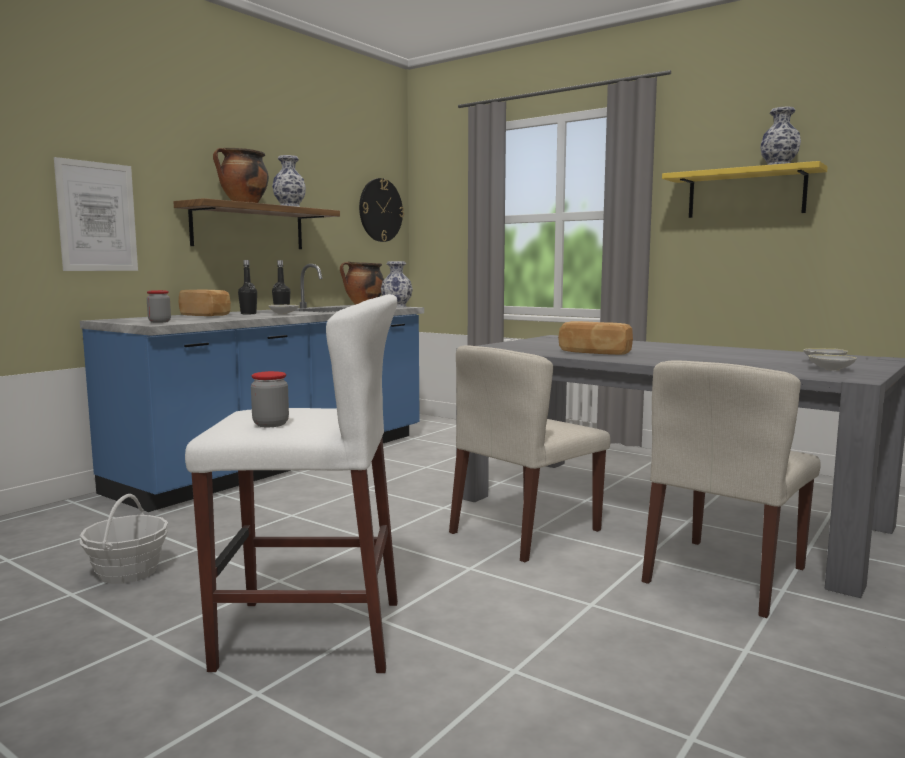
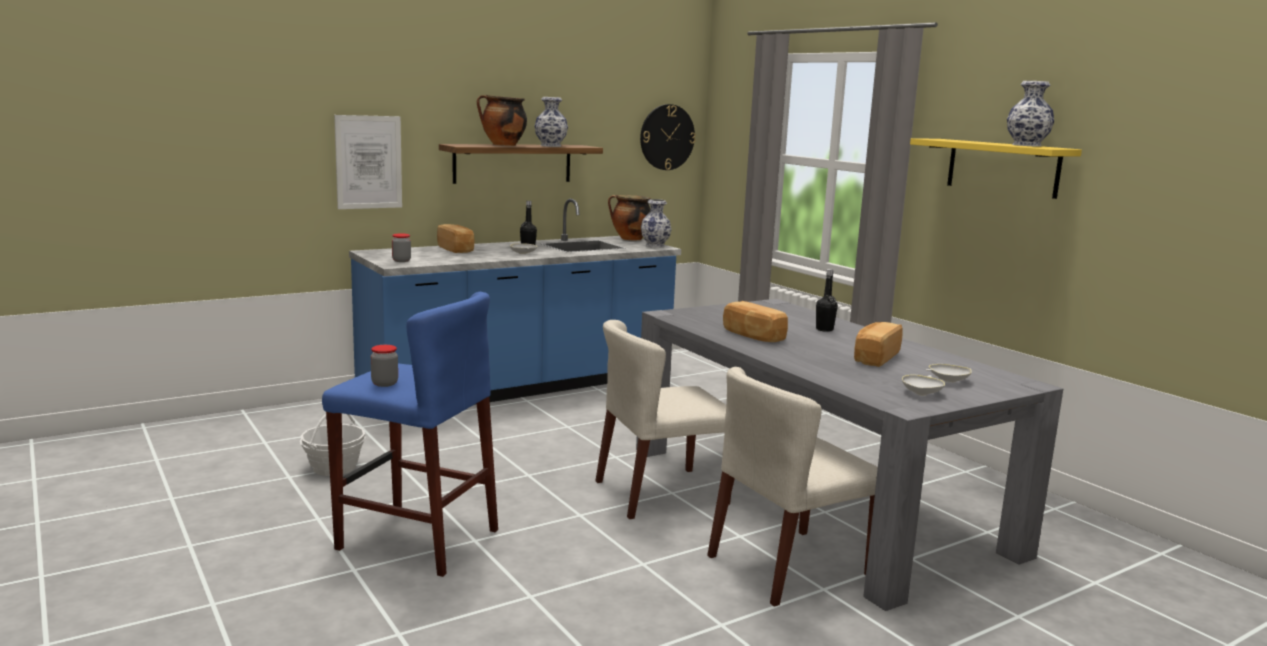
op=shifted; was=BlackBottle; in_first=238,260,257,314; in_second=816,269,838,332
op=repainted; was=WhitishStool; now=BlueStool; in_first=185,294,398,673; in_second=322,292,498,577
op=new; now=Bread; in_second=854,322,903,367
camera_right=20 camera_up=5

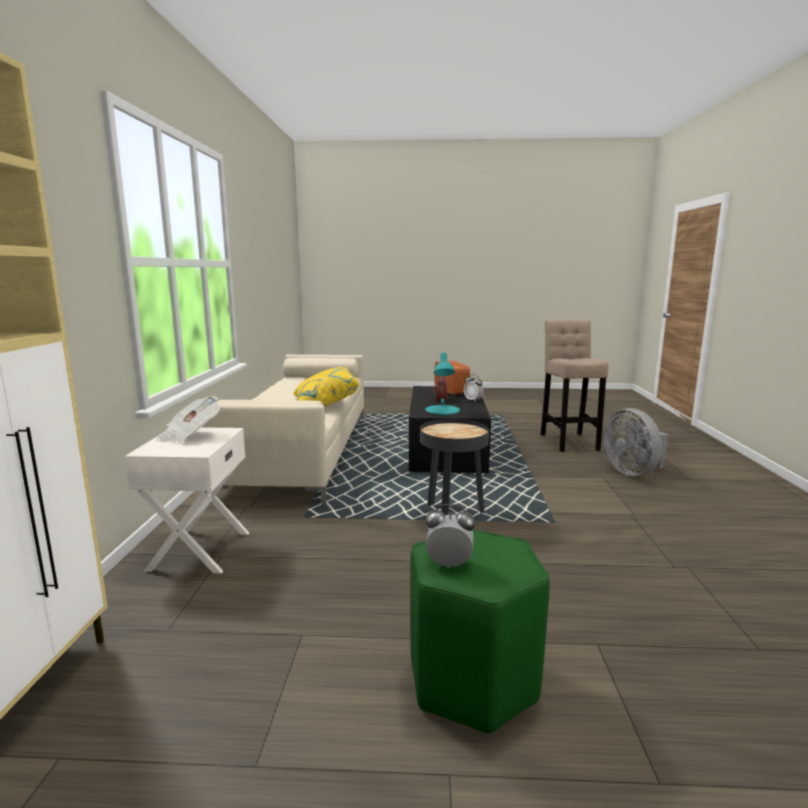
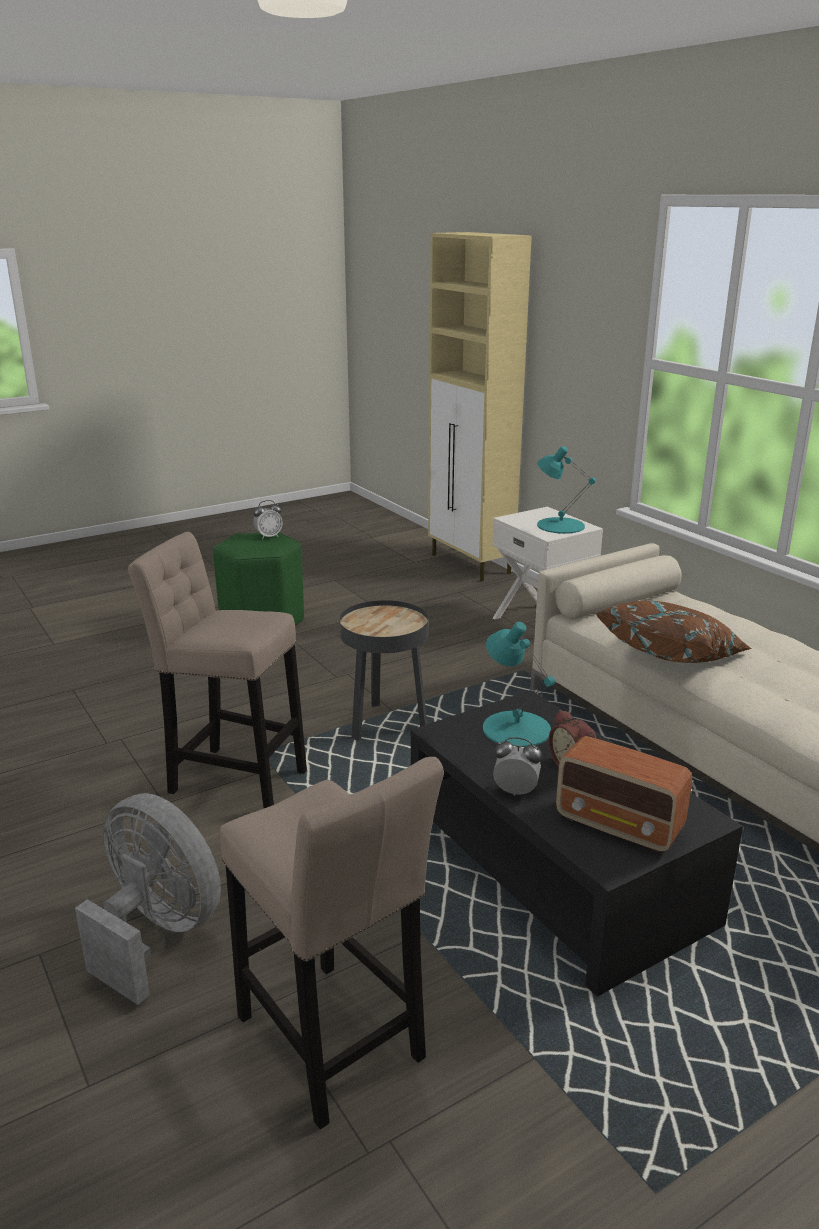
op=repainted; was=YellowColouredCushion; now=BrownColouredCushion; in_first=293,367,359,406; in_second=596,601,752,663
op=swapped; was=PrintedPaper; now=TurquoiseLampForATable; in_first=156,396,220,442; in_second=537,446,596,534
op=new; now=SandColouredStool; in_second=128,531,307,808
camera_right=145 camera_up=10

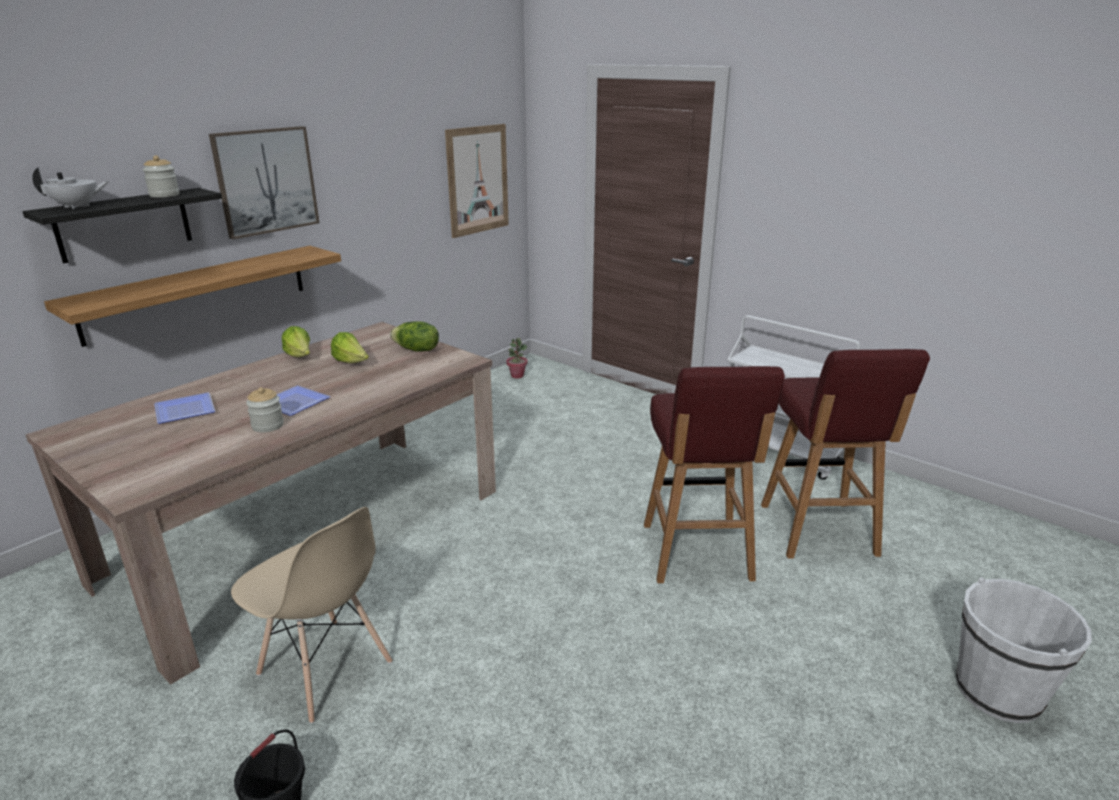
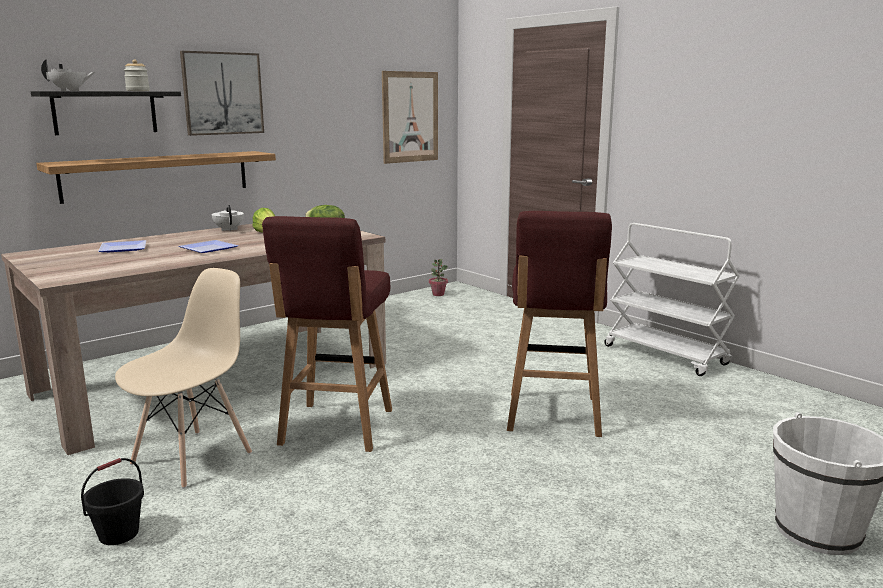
op=swapped; was=LettuceHead; now=WhitishTeaPot; in_first=282,326,310,357; in_second=212,205,244,231
op=shifted; was=RedStool; in_first=761,349,930,559; in_second=262,216,392,452
op=gone; was=StorageJar; in_first=246,387,284,432
op=rotated; was=SandColouredChair; in_first=231,507,393,724; in_second=115,268,252,489; clockwise=-105
camera_right=10 camera_up=-10

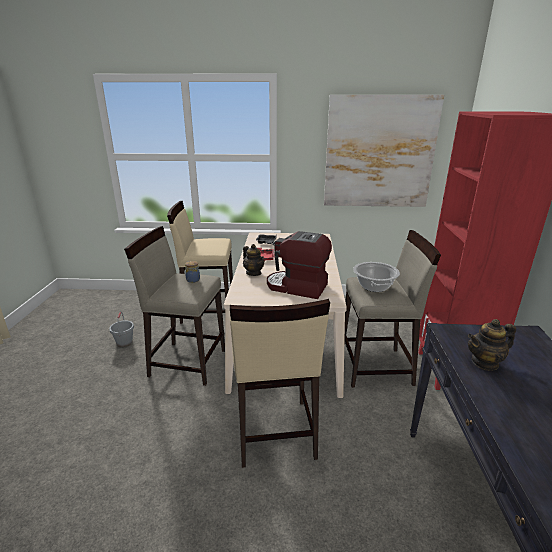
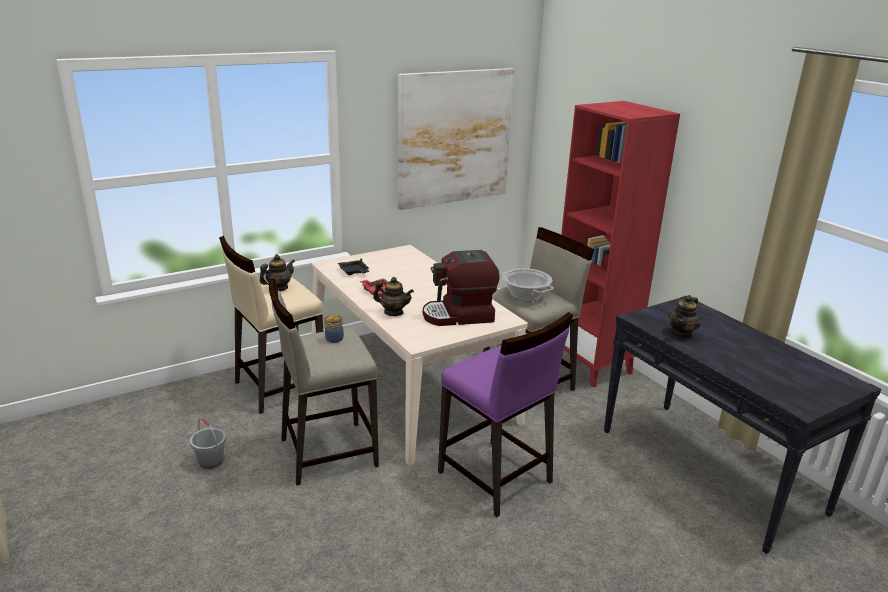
op=repainted; was=SandColouredStool; now=PurplishStool; in_first=230,299,330,468; in_second=438,312,573,517
op=new; now=TeaPot; in_second=259,254,295,291
camera_right=-35 camera_up=0

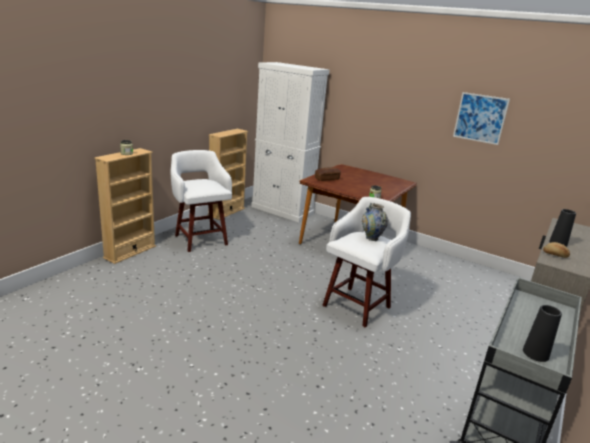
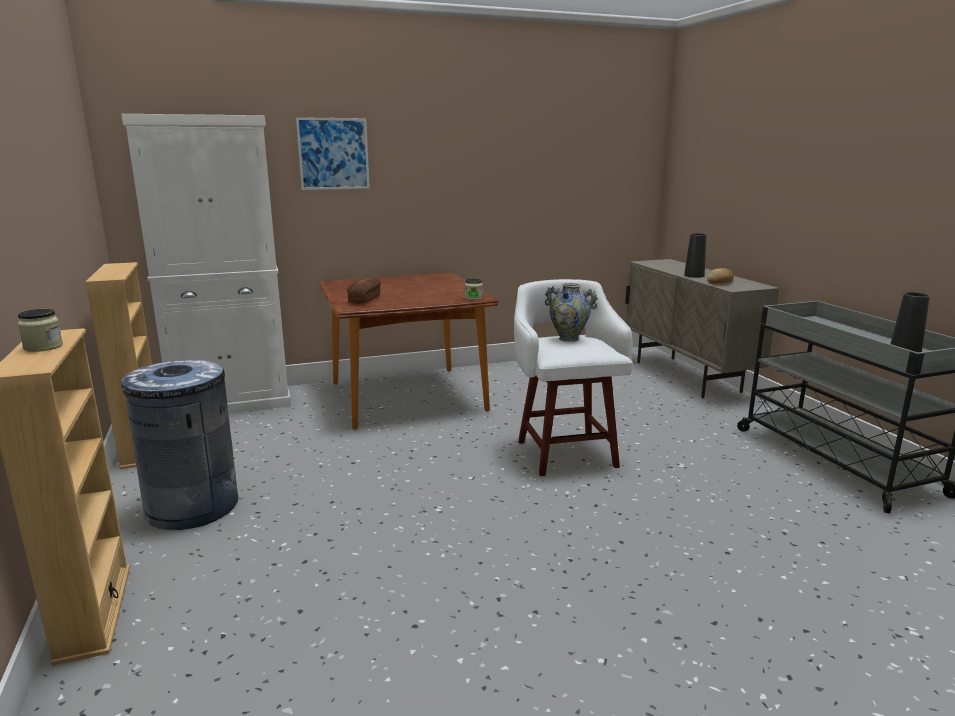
op=shifted; was=Picture; in_first=453,92,510,145; in_second=296,117,370,190
op=swapped; was=WhitishStool; now=GreyishWasteBin; in_first=170,150,232,252; in_second=121,360,238,530
camera_right=-50 camera_up=-5

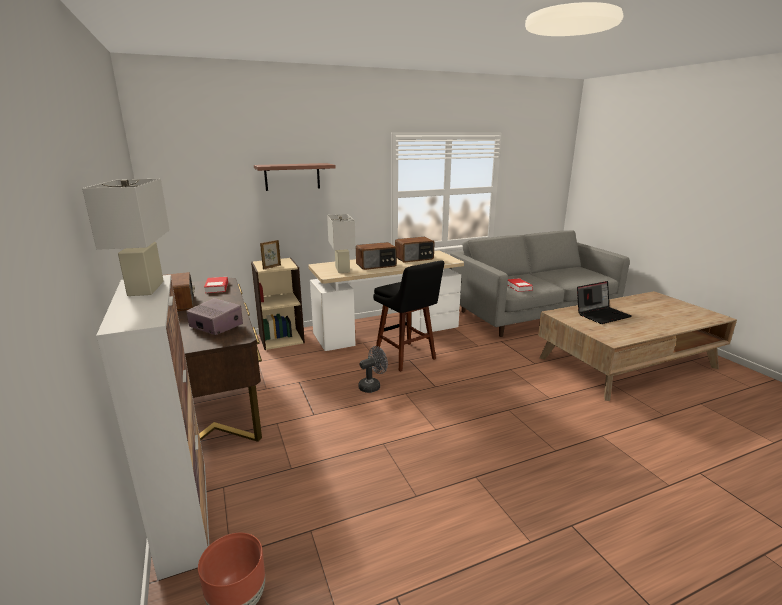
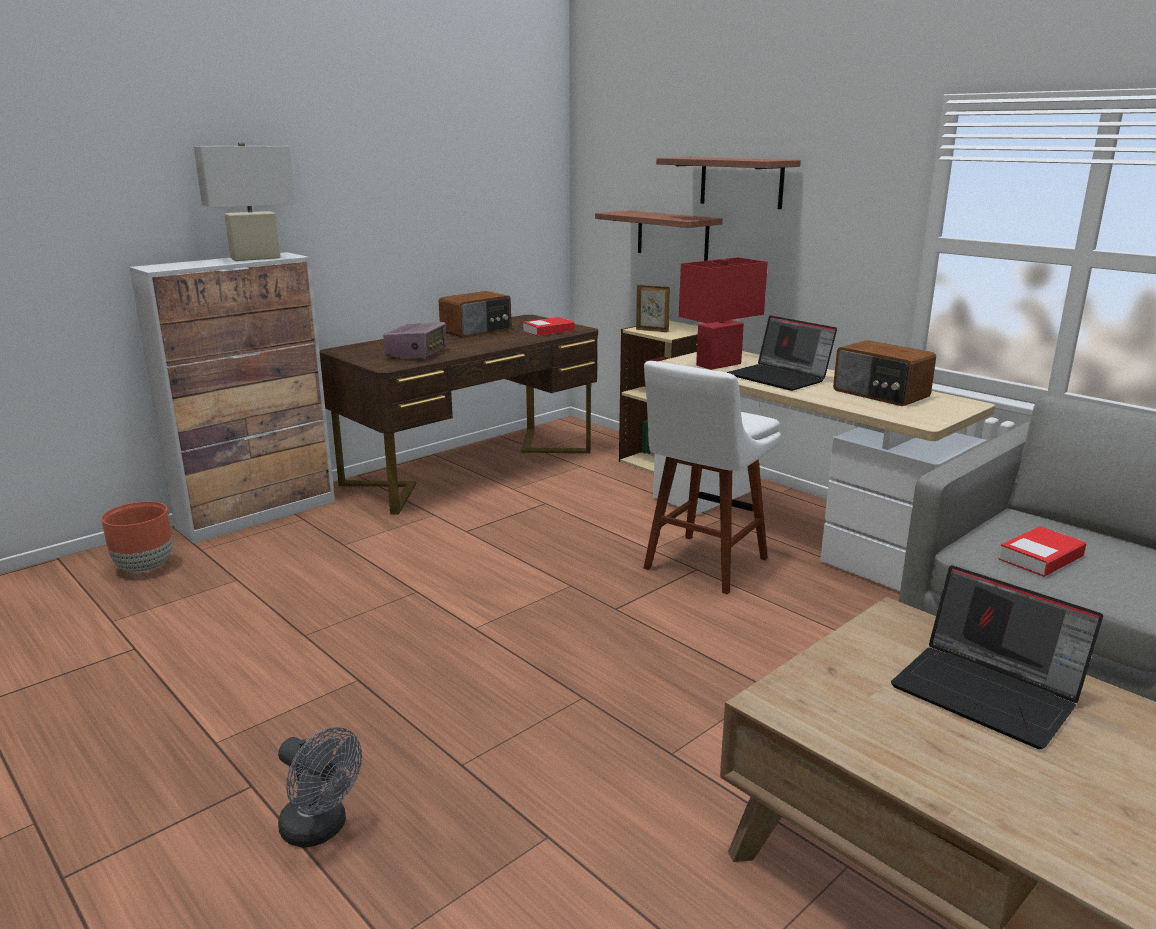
op=repainted; was=WhitishLampForATable; now=RedLampForATable; in_first=327,214,356,273; in_second=679,257,768,370
op=swapped; was=RadioReceiver; now=NotebookComputer; in_first=356,242,397,270; in_second=727,315,837,391
op=repainted; was=BlackStool; now=WhitishStool; in_first=373,261,444,372; in_second=643,361,781,595
op=shifted; was=GreyishElectricFan; in_first=358,346,388,393; in_second=278,727,362,848
op=new; now=BracketShelf; in_second=595,210,723,261
camera_right=70 camera_up=0

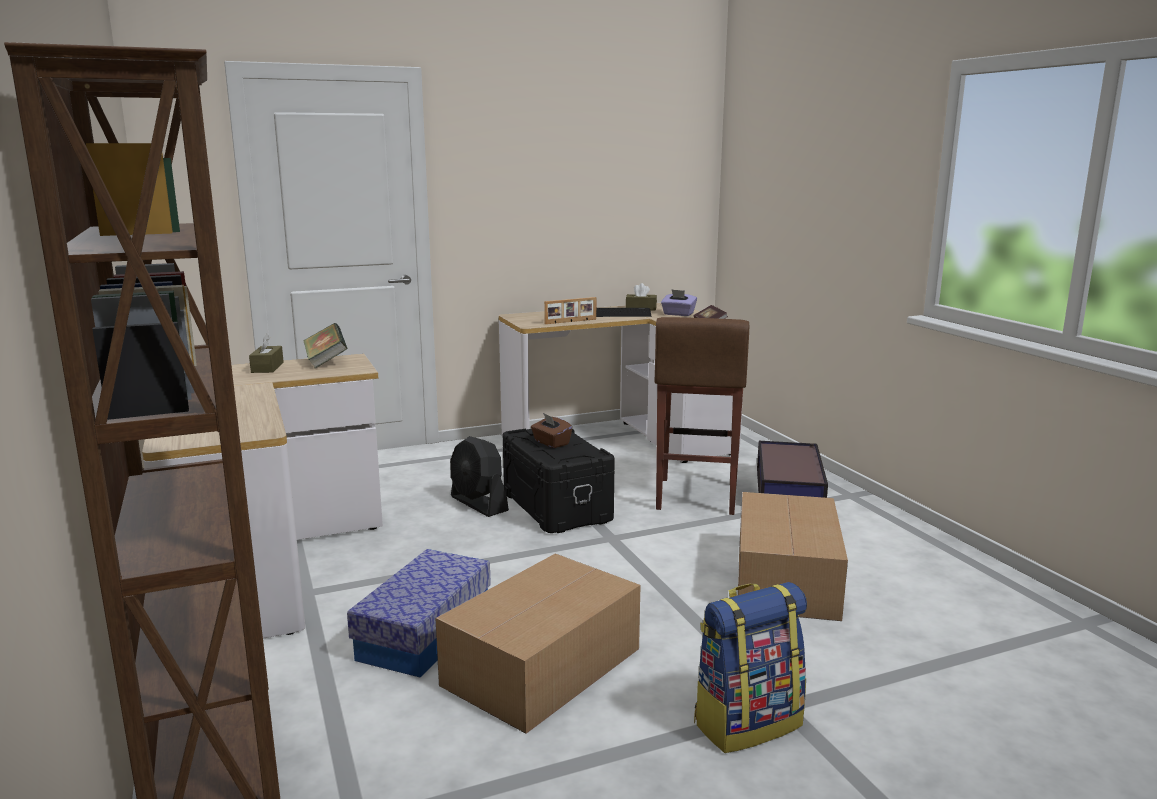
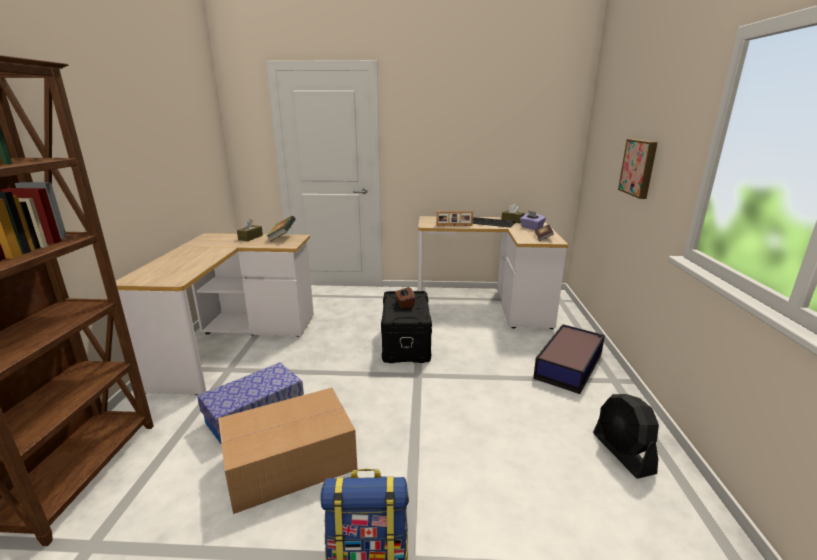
op=gone; was=BrownColouredStool; in_first=654,317,749,515
op=shifted; was=BlackElectricFan; in_first=450,436,509,517; in_second=593,394,659,479
op=gone; was=CardboardBox; in_first=738,492,848,621
op=new; now=Picture; in_second=618,139,658,199
camera_right=25 camera_up=5

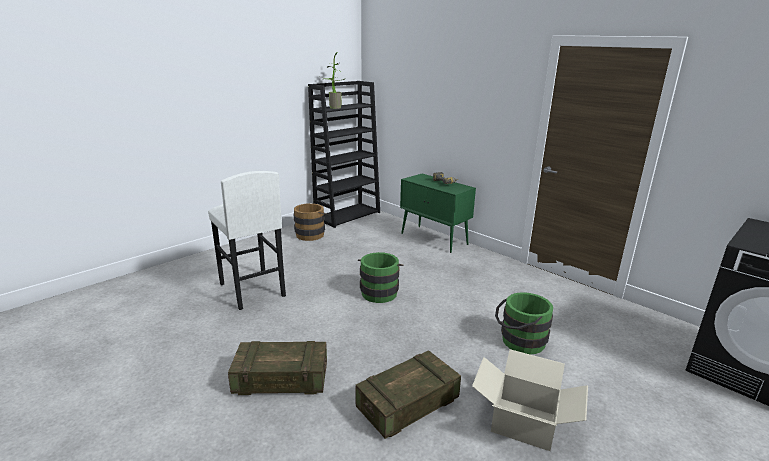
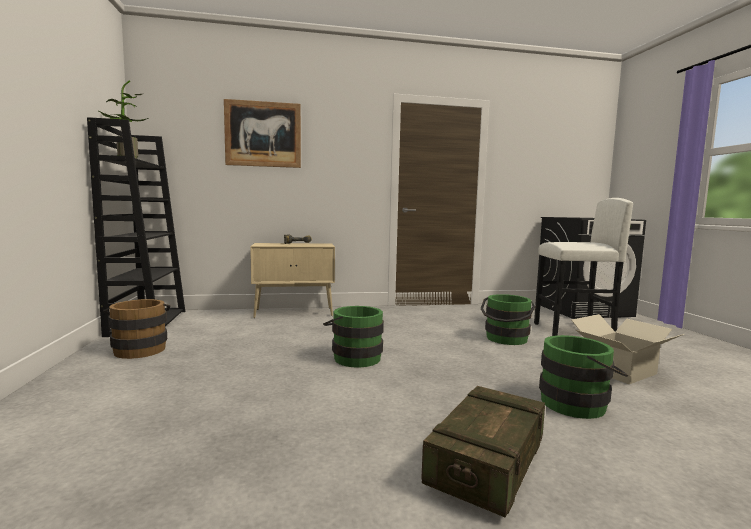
op=shifted; was=WhitishStool; in_first=208,171,286,310; in_second=534,198,633,336
op=repainted; was=GreenColouredCupboard; now=SandColouredCupboard; in_first=400,174,476,253; in_second=250,243,335,318
op=swapped; was=Crate; now=GreenColouredWaterBucket; in_first=355,350,461,439; in_second=539,335,628,419
op=new; now=Picture; in_second=224,99,301,168
camera_right=-55 camera_up=-15

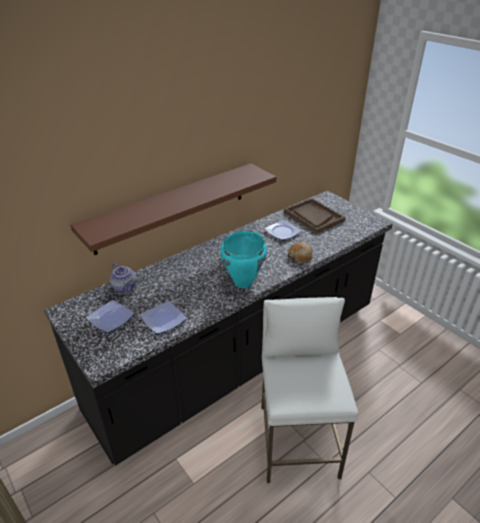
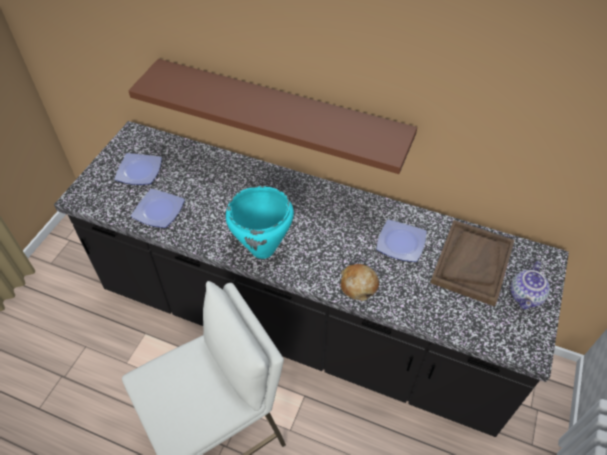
op=shifted; was=TeaPot; in_first=110,263,136,292; in_second=510,261,550,309
camera_right=60 camera_up=15

